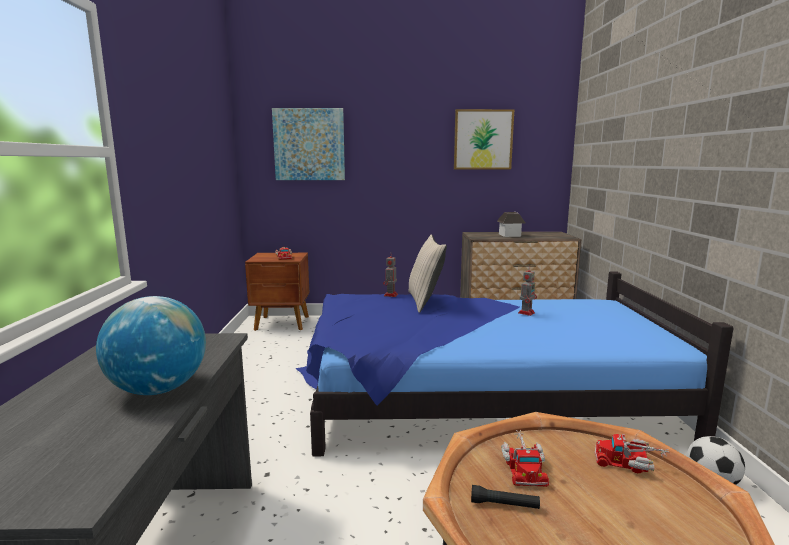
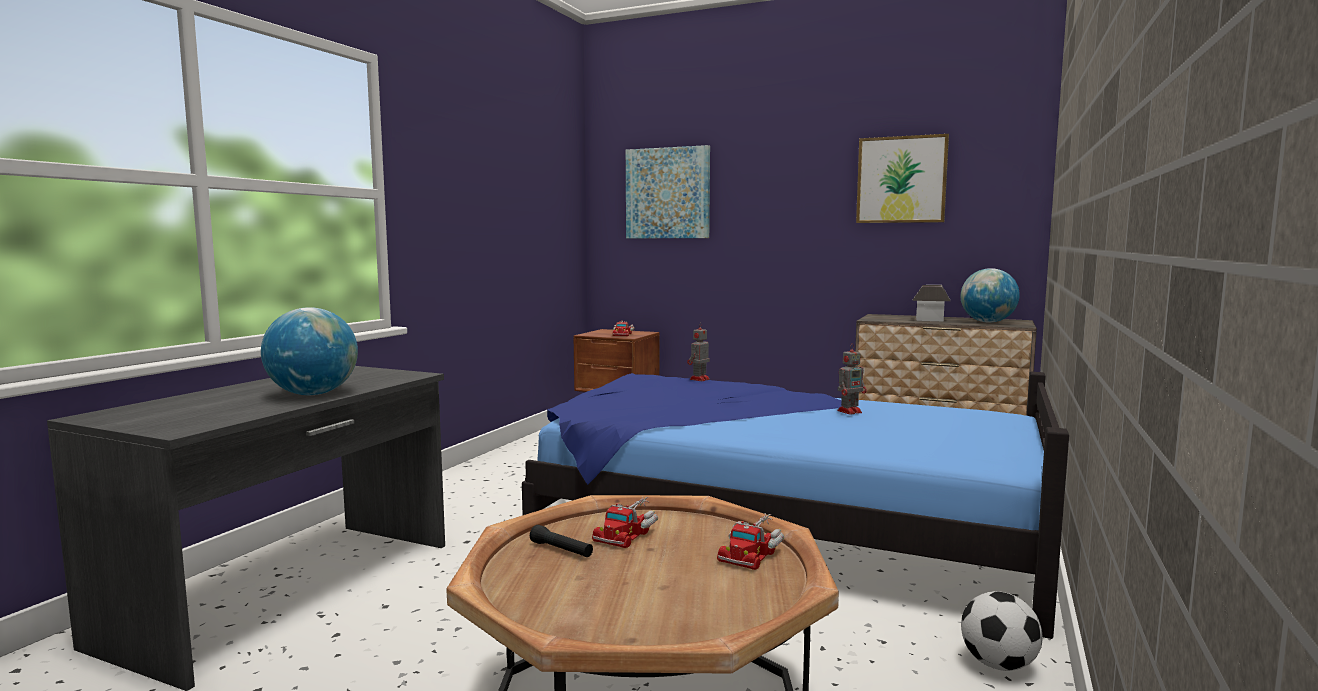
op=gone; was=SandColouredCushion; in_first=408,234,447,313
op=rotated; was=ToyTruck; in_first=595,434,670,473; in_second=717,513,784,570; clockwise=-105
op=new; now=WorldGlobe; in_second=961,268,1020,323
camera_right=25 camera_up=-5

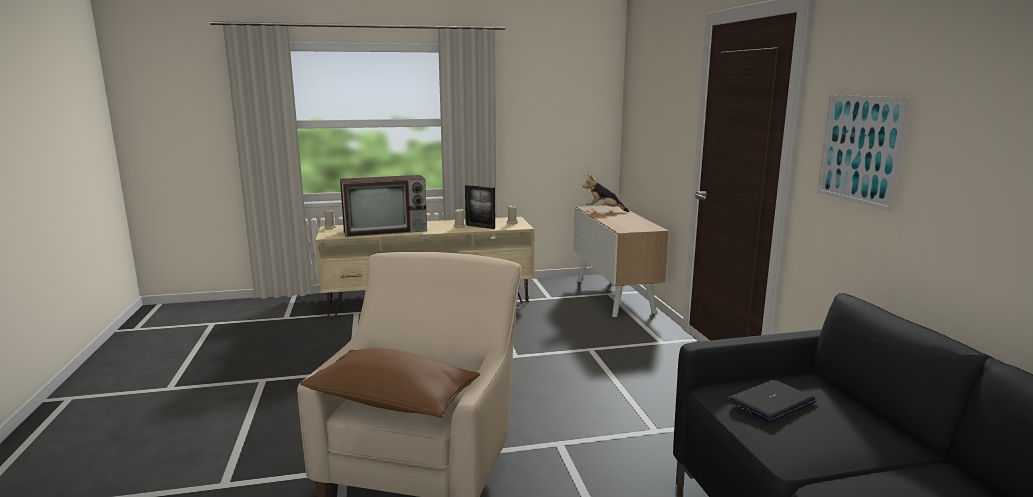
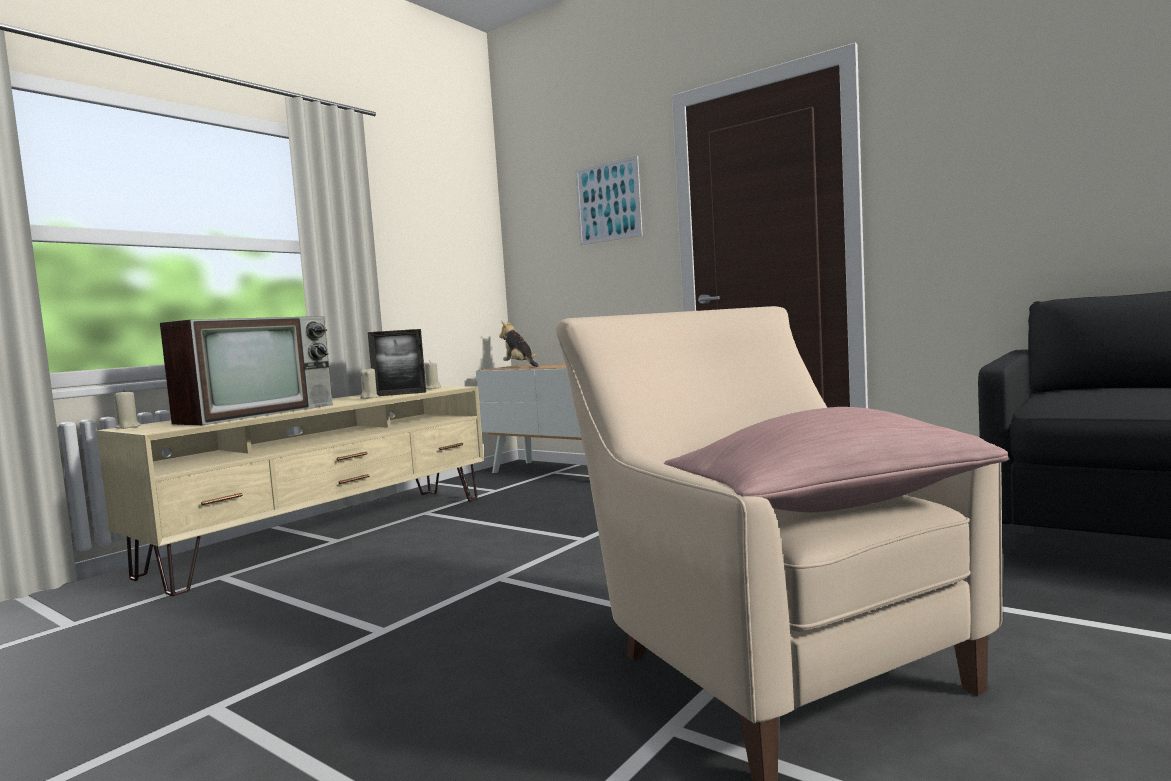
op=shifted; was=Picture; in_first=817,95,911,211; in_second=575,155,643,245
op=rotated; was=CuddlyToy; in_first=583,175,629,212; in_second=499,322,539,367; clockwise=75
op=repainted; was=BrownColouredCushion; now=PinkColouredCushion; in_first=300,348,480,418; in_second=664,407,1009,513
op=gone; was=NotebookComputer; in_first=727,380,816,422
camera_right=-40 camera_up=-10

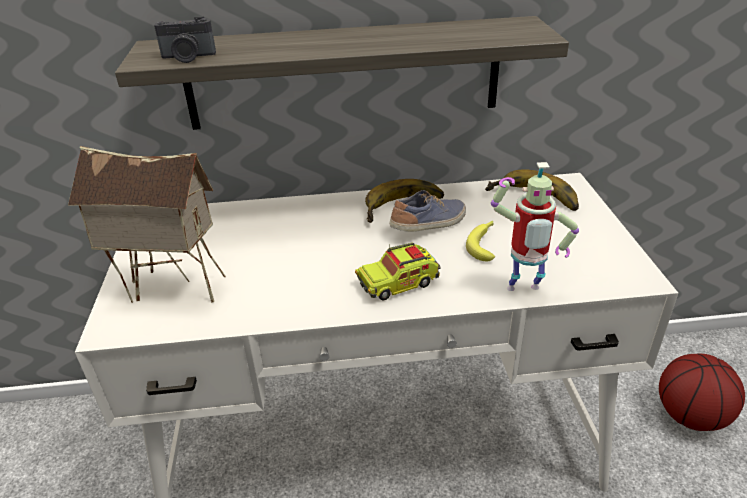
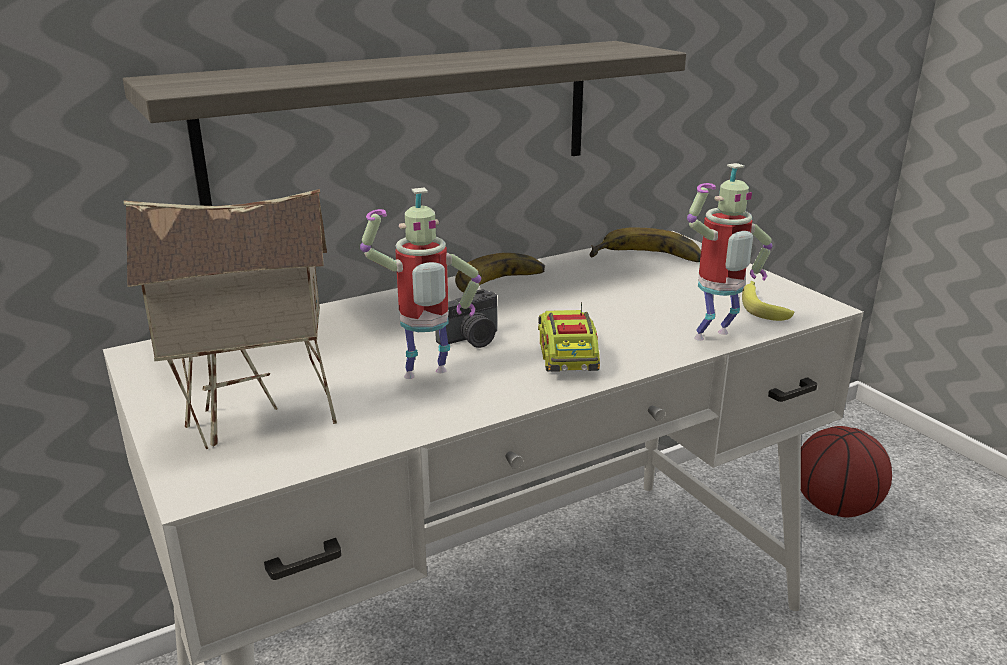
op=shifted; was=StillCamera; in_first=154,16,216,63; in_second=435,289,497,348
op=gone; was=ItemOfFootwear; in_first=390,190,466,232
op=shifted; was=WholeBanana; in_first=466,220,495,261; in_second=742,281,794,321
op=rotated; was=ToyTruck; in_first=355,243,440,301; in_second=538,302,600,372; clockwise=135
op=new; now=ModelRobot; in_second=360,188,481,379
camera_right=-25 camera_up=-10

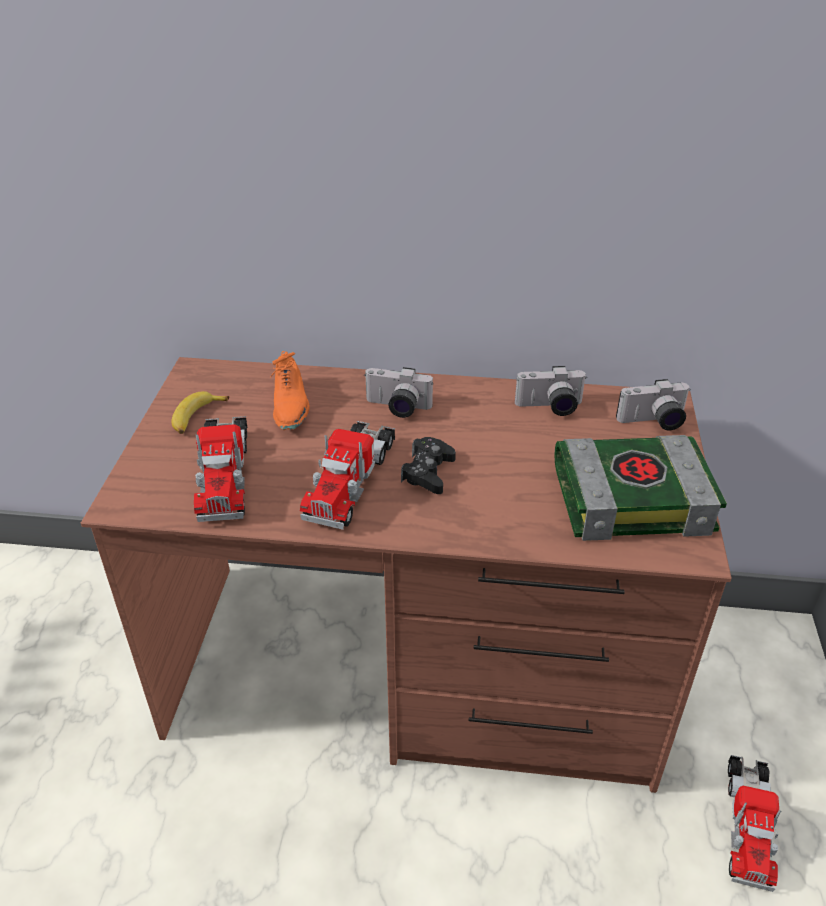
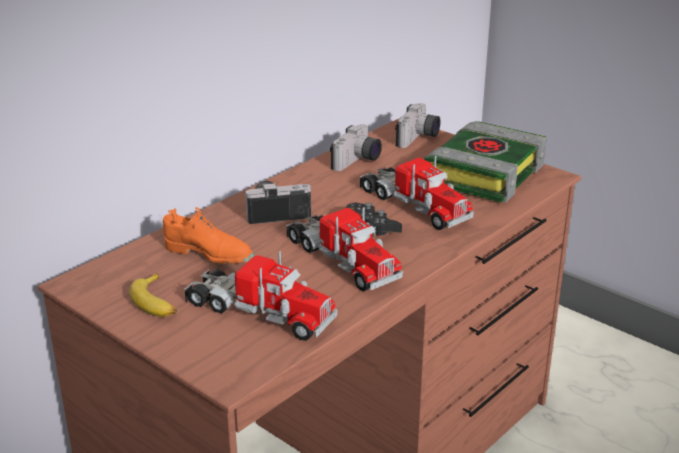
op=rotated; was=StillCamera; in_first=364,367,434,418; in_second=244,181,311,224; clockwise=-150
op=shifted; was=ToyTruck; in_first=728,755,781,892; in_second=360,156,474,230
camera_right=-55 camera_up=-10

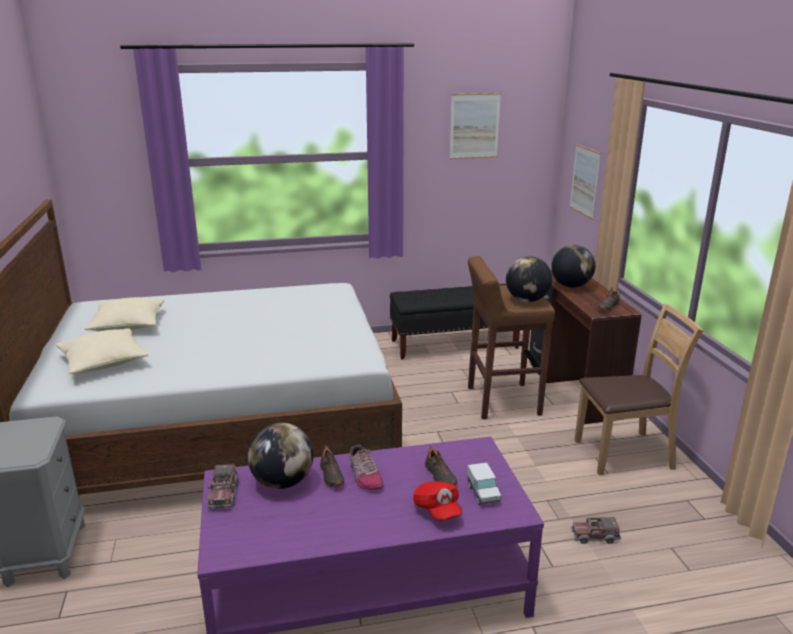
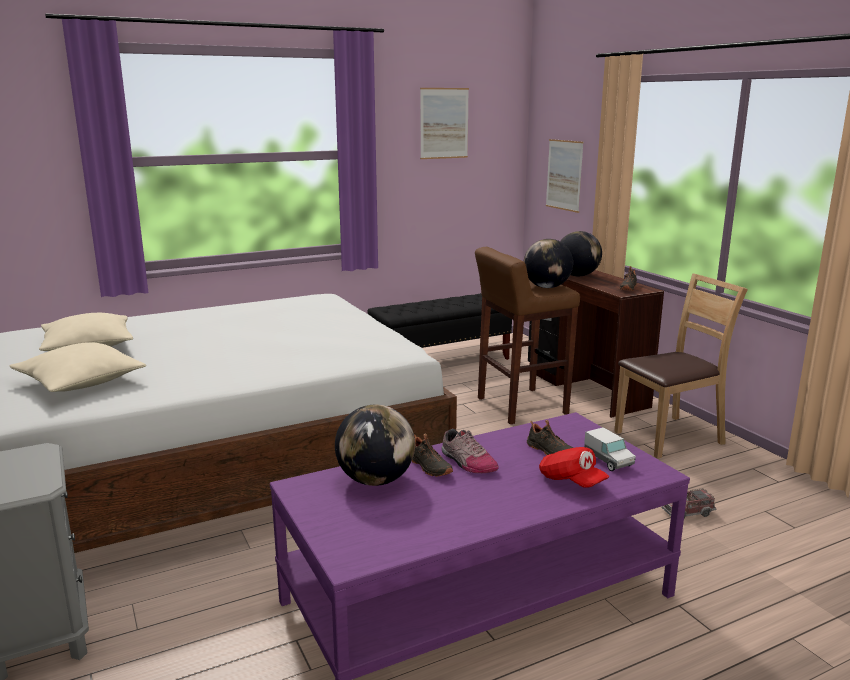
op=gone; was=ToyTruck; in_first=207,463,239,509
camera_right=-15 camera_up=-5

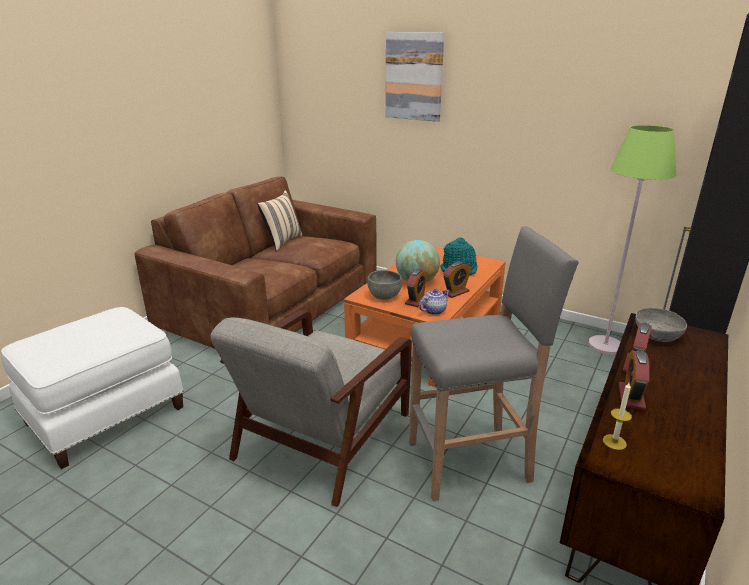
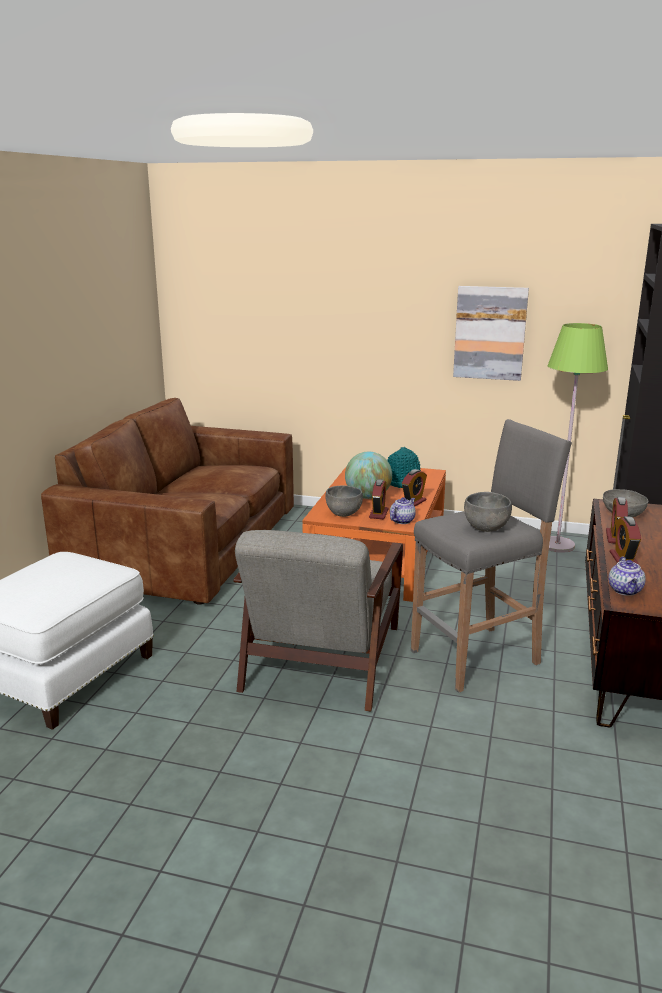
op=shifted; was=Picture; in_first=385,32,444,122; in_second=453,286,529,381
op=gone; was=SandColouredCushion; in_first=258,191,302,251
op=swapped; was=WaxCandle; now=TeaPot; in_first=603,383,632,450; in_second=609,557,646,596
op=new; now=GreyishBowl; in_second=464,492,512,532
camera_right=-15 camera_up=-5

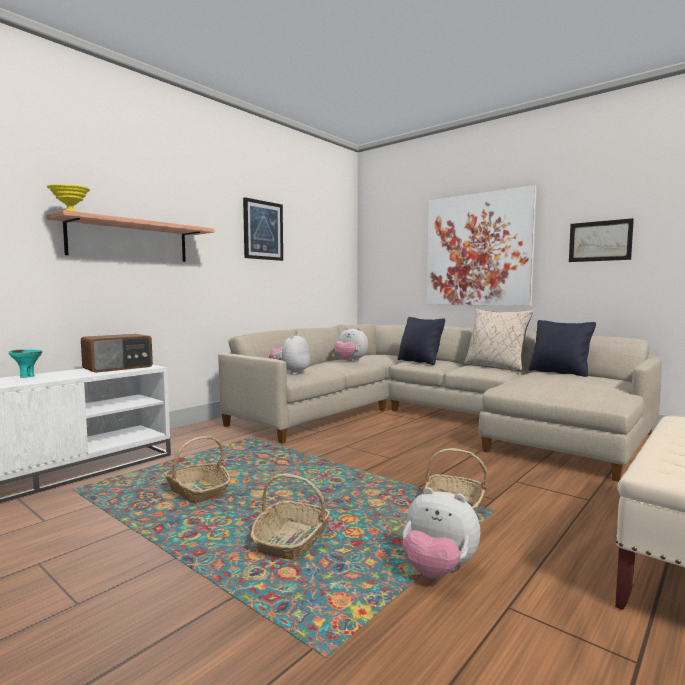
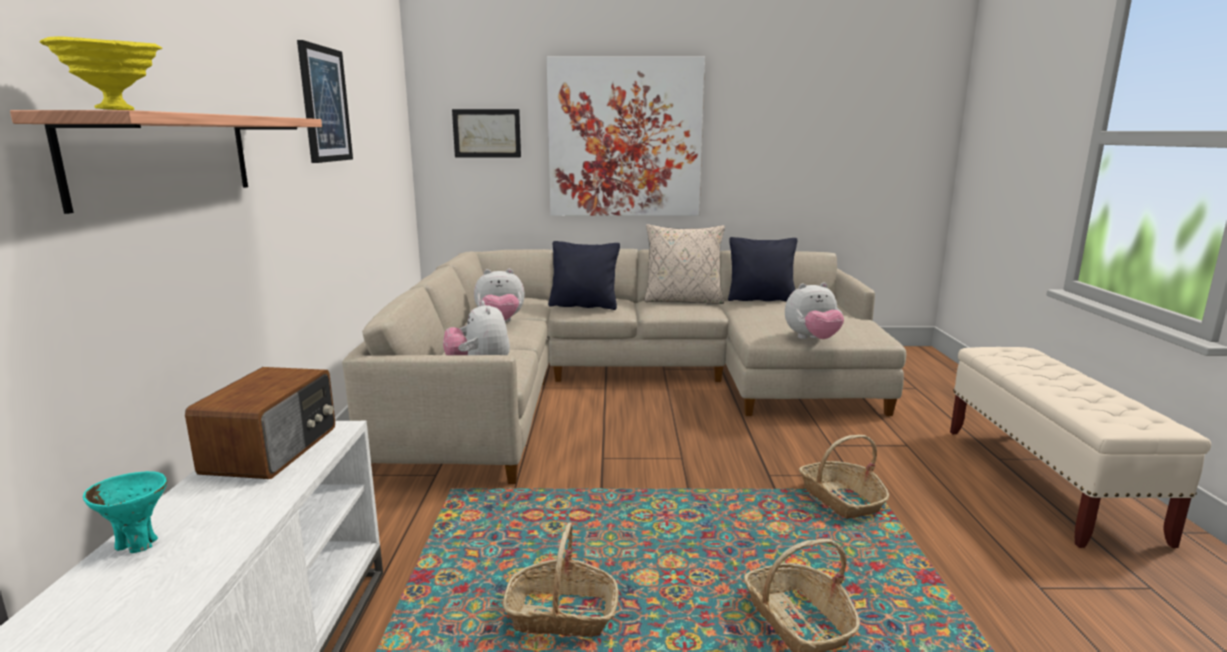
op=shifted; was=Picture; in_first=569,218,634,262; in_second=452,109,521,157
op=shifted; was=CuddlyToy; in_first=402,487,481,578; in_second=785,282,844,339
camera_right=-40 camera_up=10

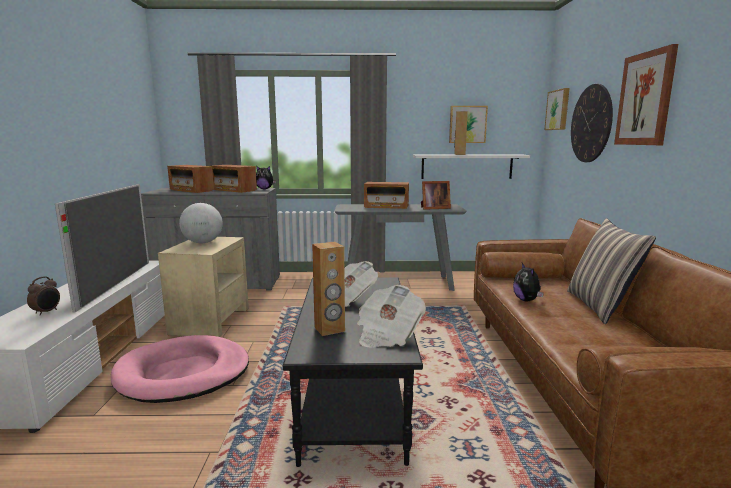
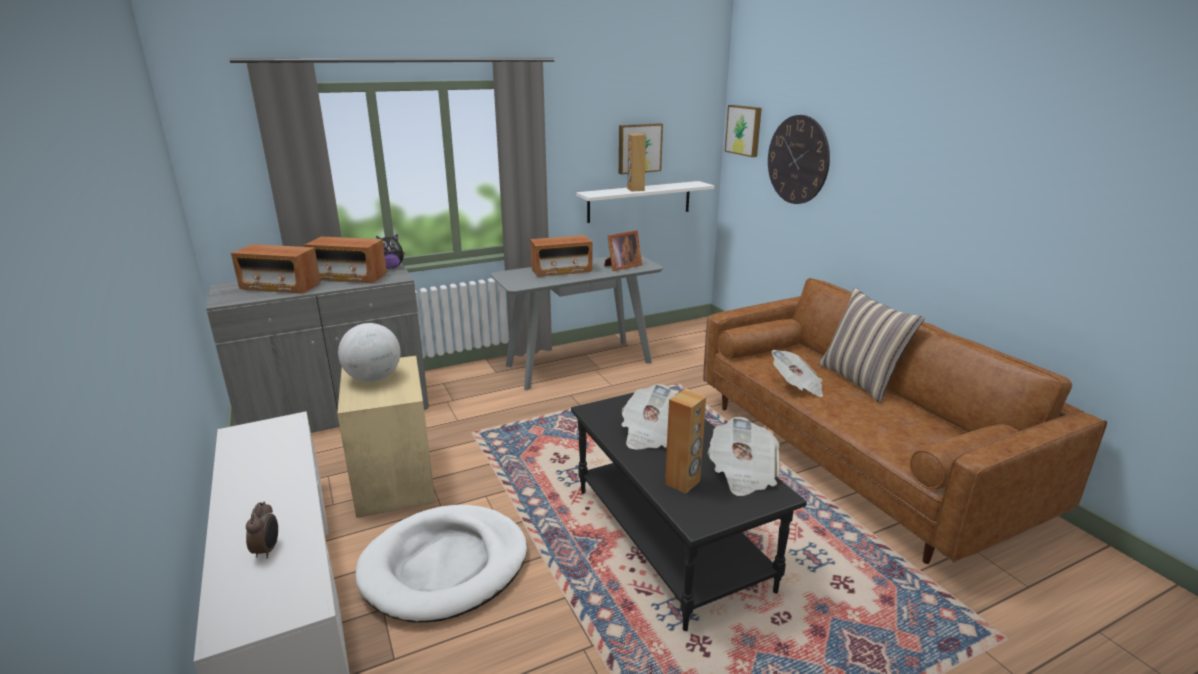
op=gone; was=Picture; in_first=614,44,678,145
op=gone; was=TvSet; in_first=55,184,149,312
op=swapped; was=CuddlyToy; now=PrintedPaper; in_first=513,263,544,302; in_second=772,350,823,397
op=repainted; was=PinkColouredDogCushion; now=WhitishDogCushion; in_first=111,335,249,403; in_second=356,505,527,623
camera_right=-25 camera_up=10

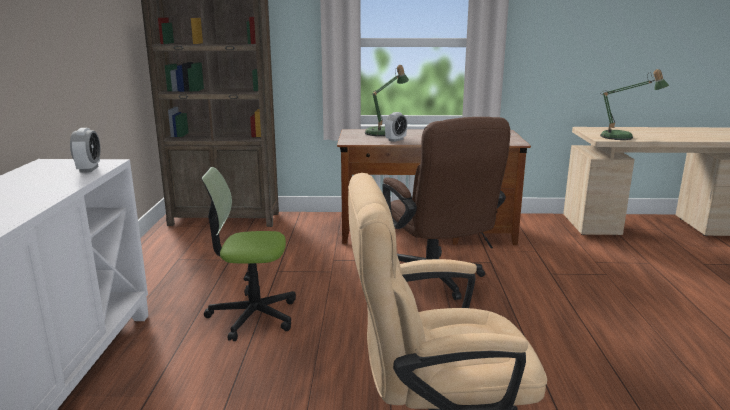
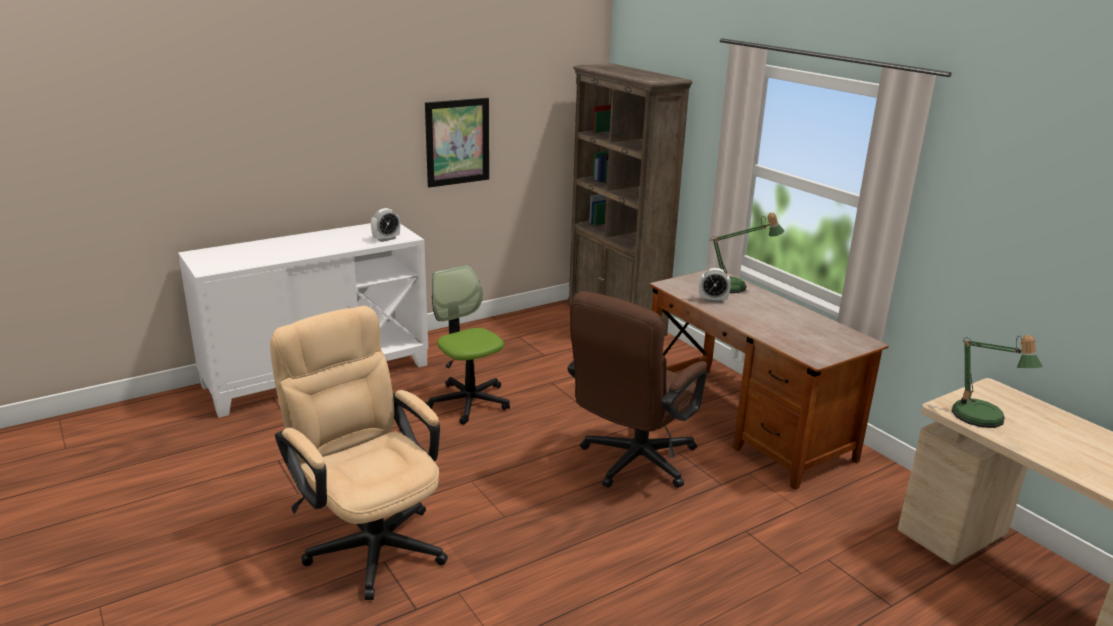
op=new; now=Picture; in_second=425,98,489,188
camera_right=55 camera_up=5

